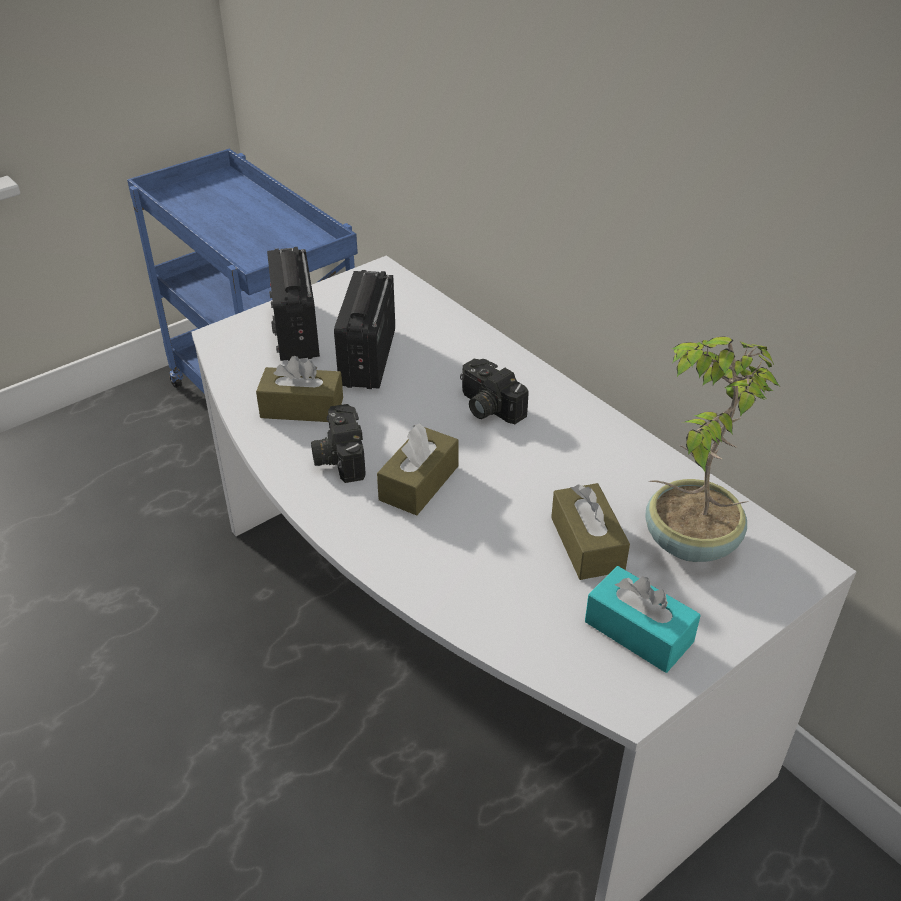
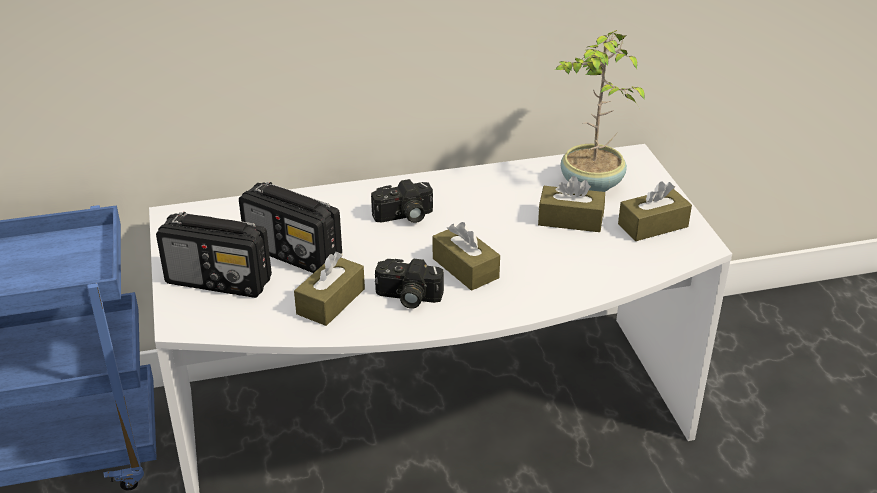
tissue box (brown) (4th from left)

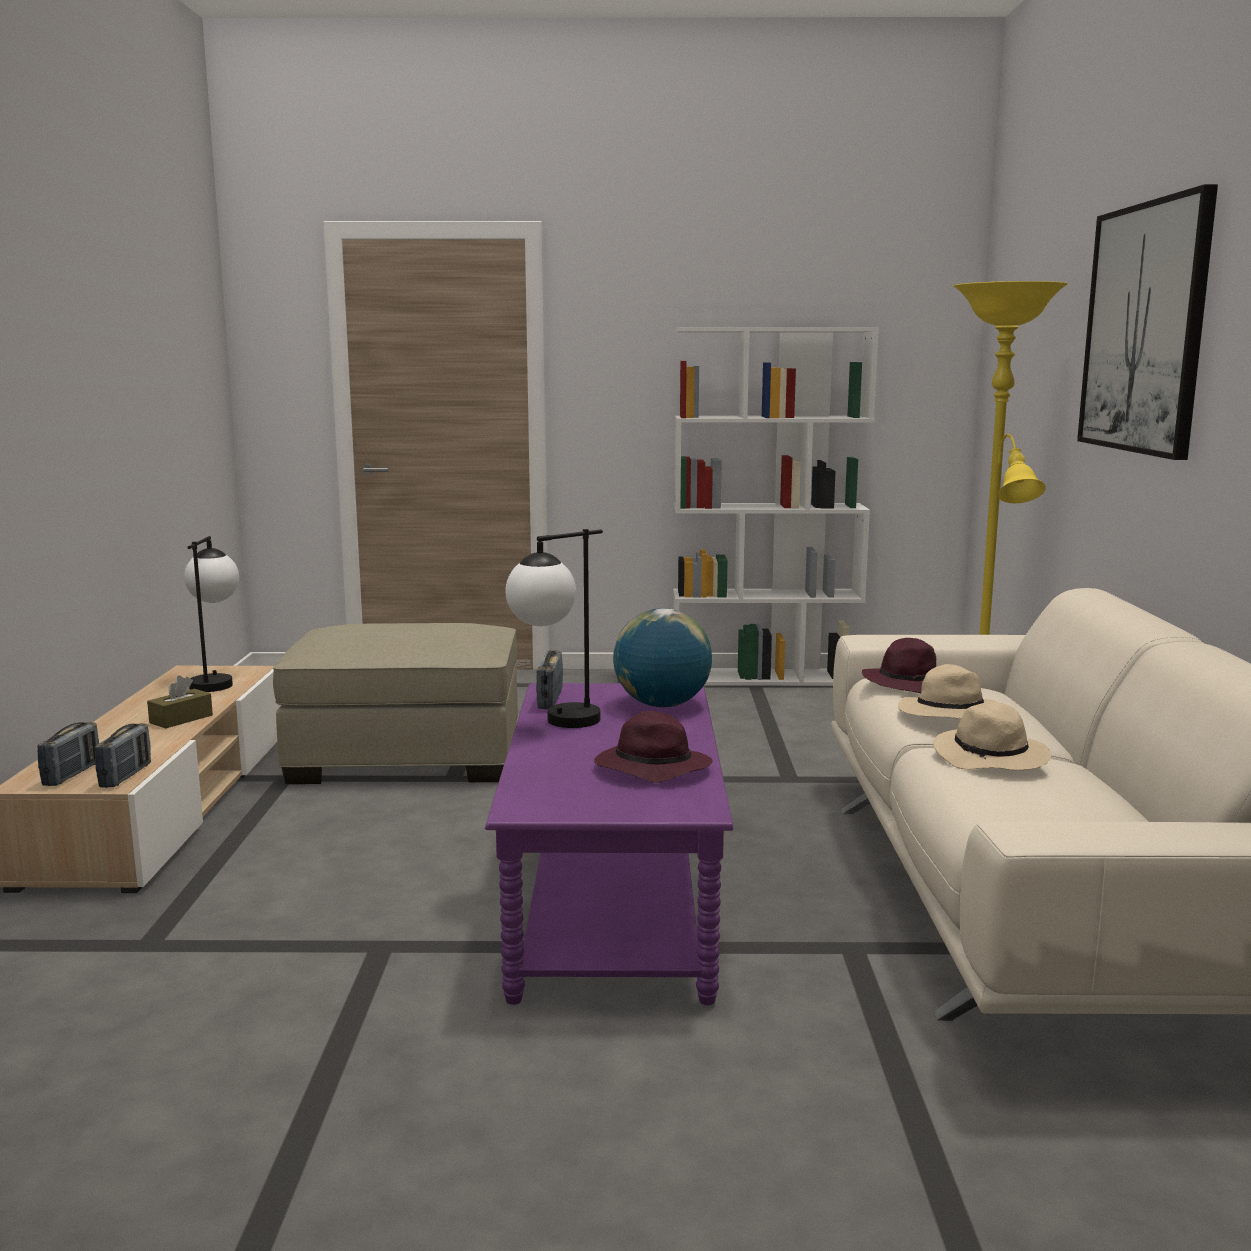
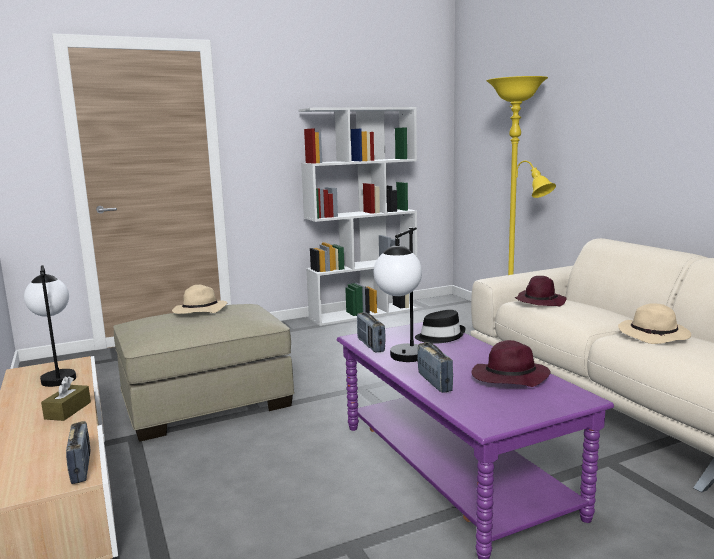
wall picture; radio (3rd from left); clothing hat (beige-coloured) (1st from left); clothing hat (black)

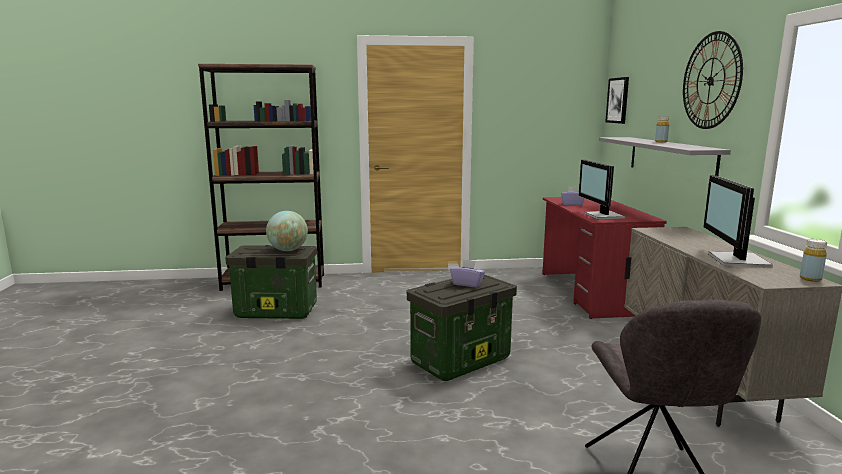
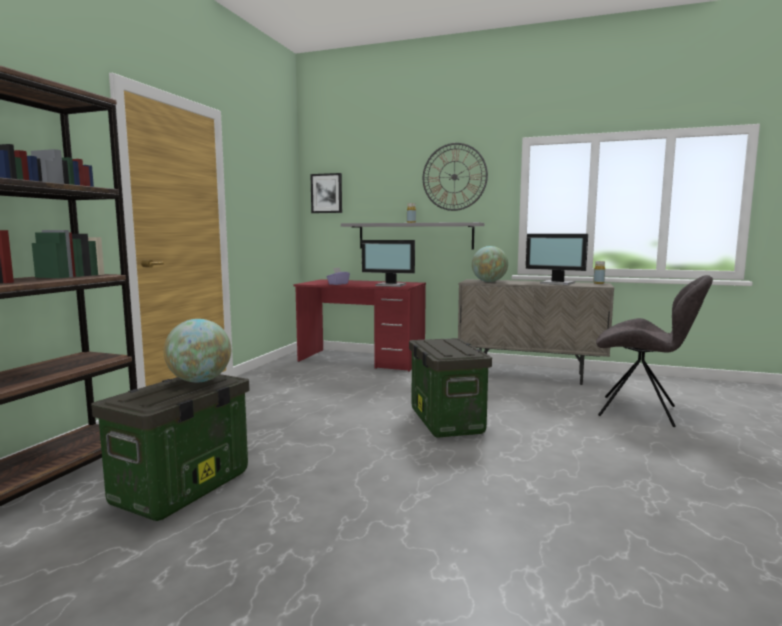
tissue box (purplish) (1st from left in the first image); desk globe (2nd from left)

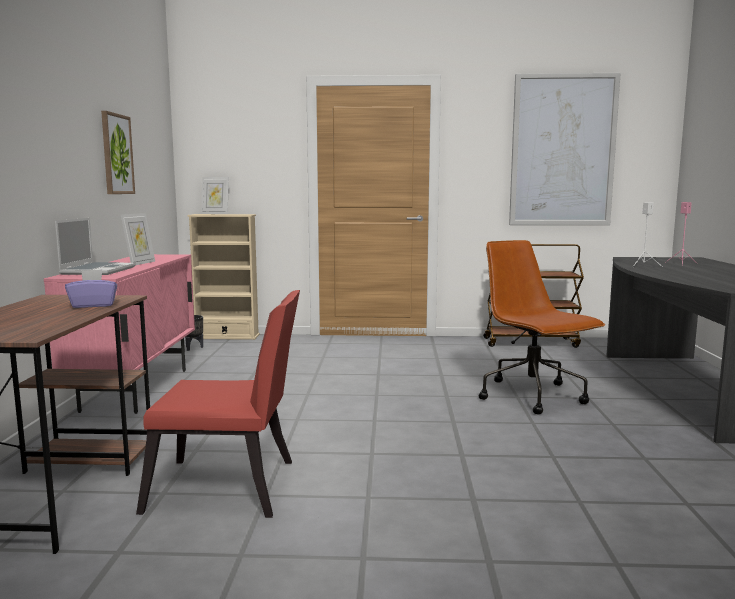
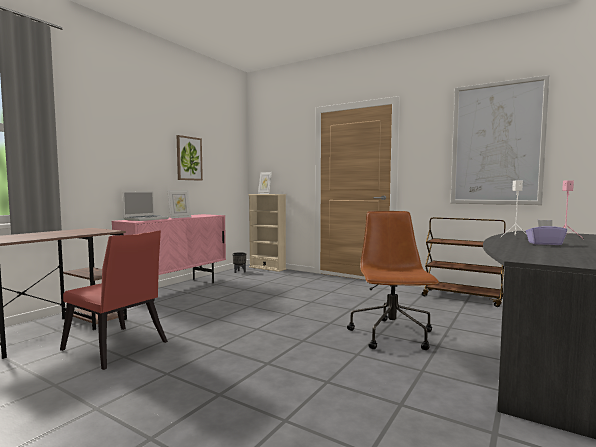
tissue box (purplish)

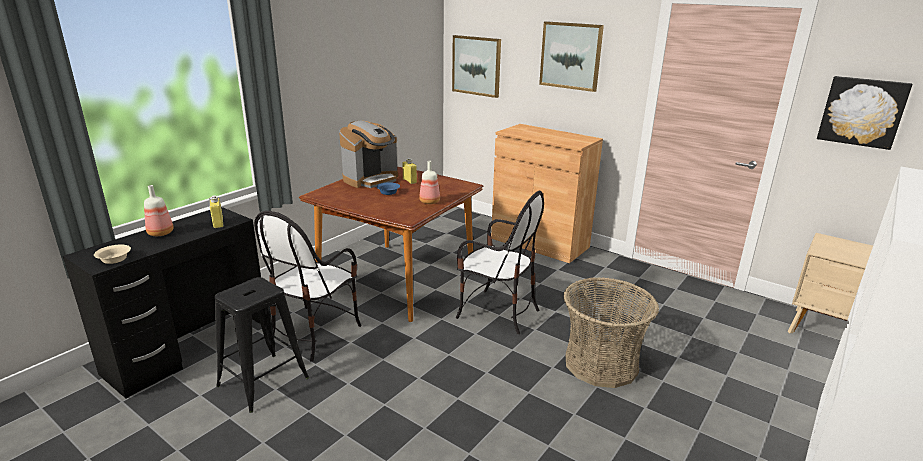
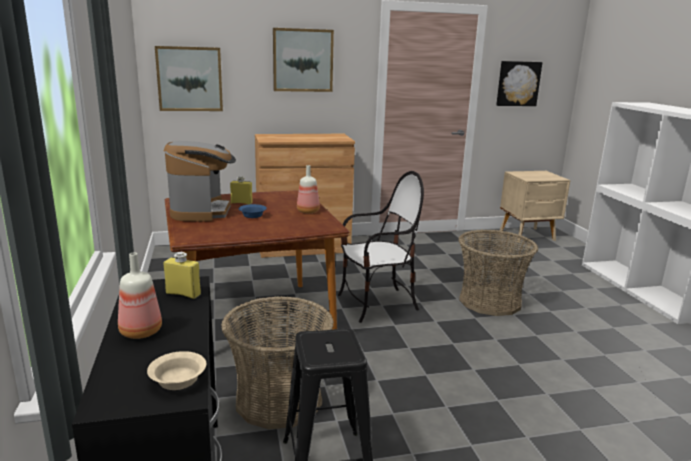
storage basket (1st from left)

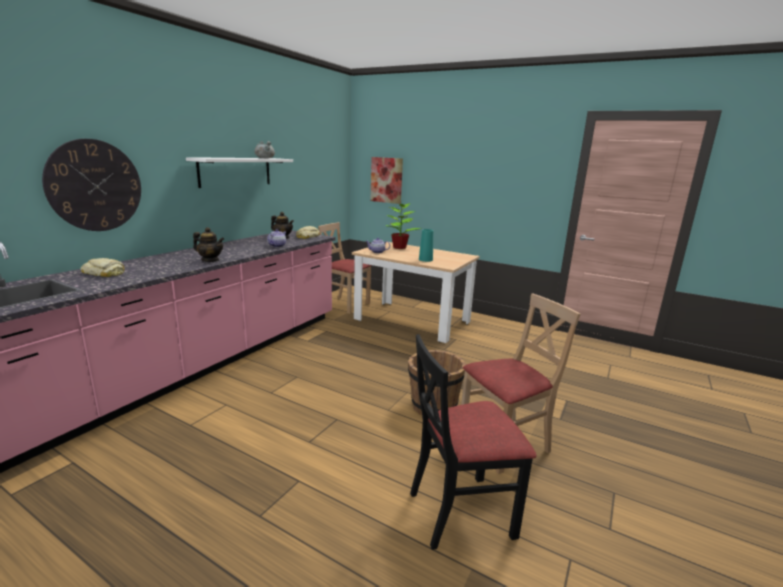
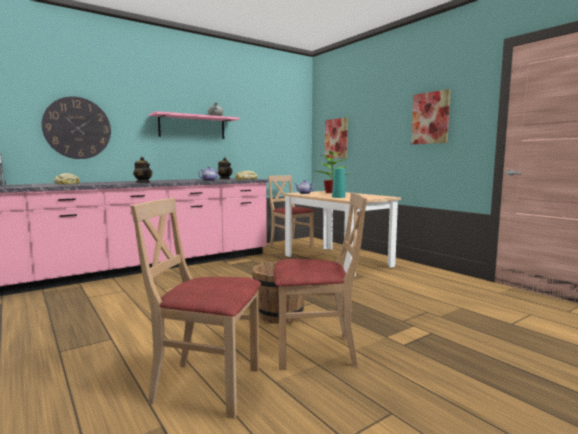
wall picture (2nd from left); bracket shelf (pink); upright chair (beige-coloured) (1st from left)

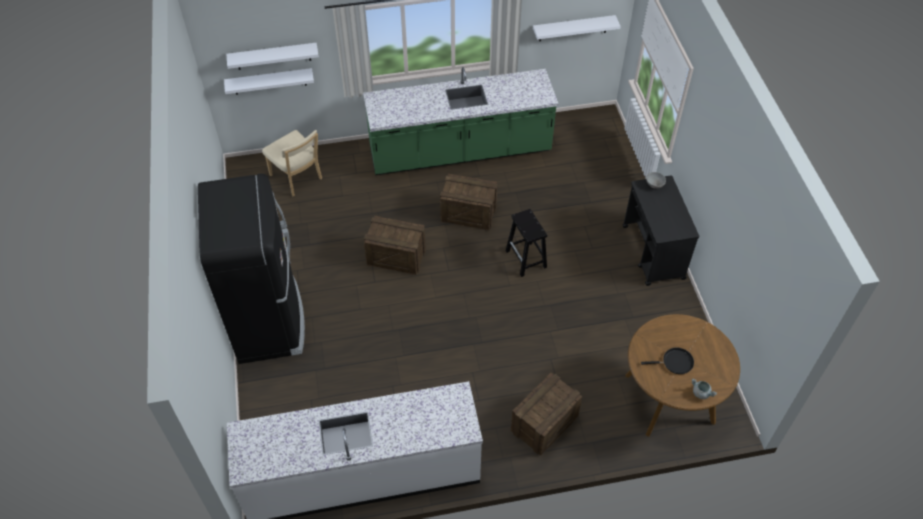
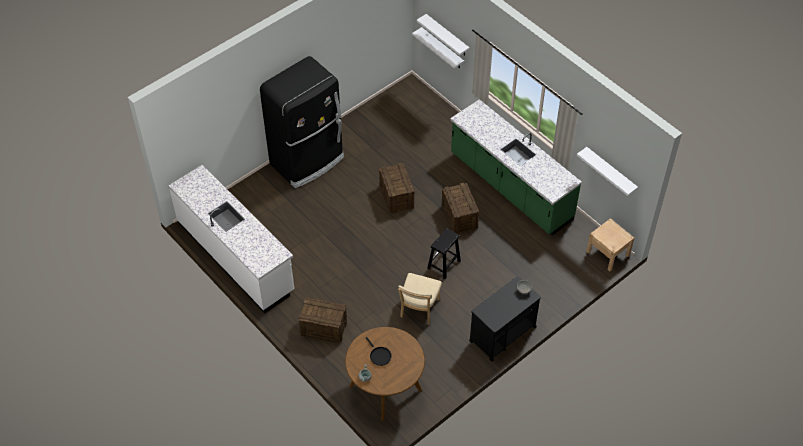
bedside table (beige-coloured); upright chair (beige-coloured)

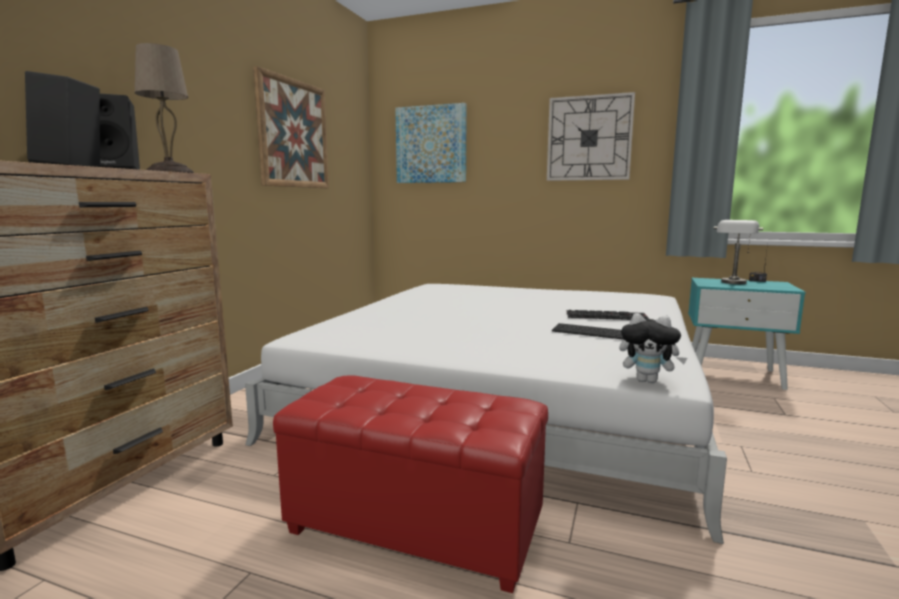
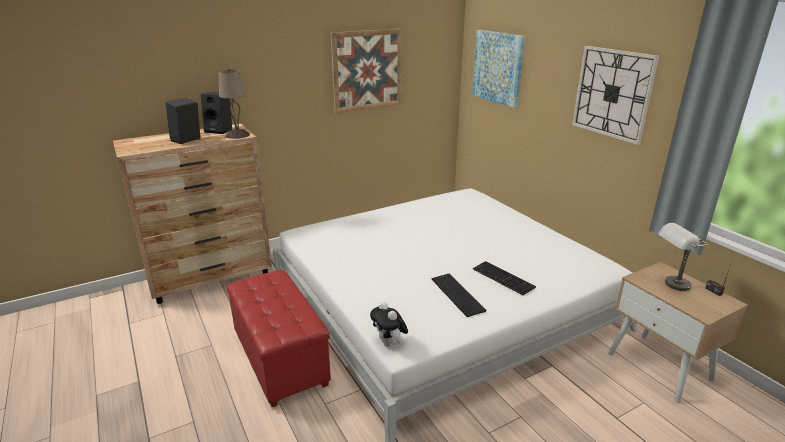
bedside table (beige-coloured)

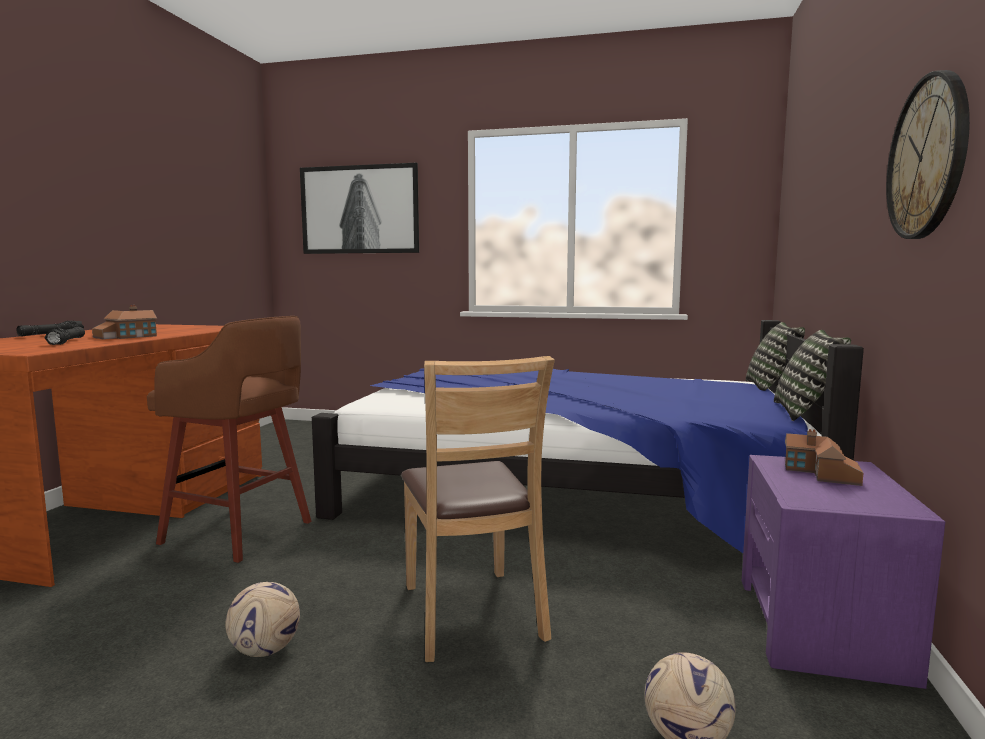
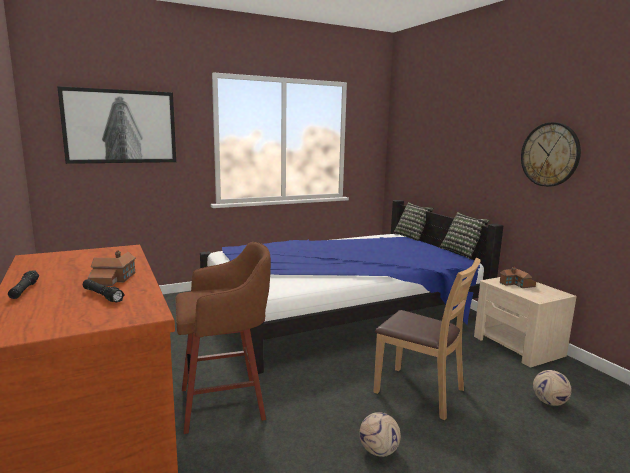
bedside table (beige-coloured)

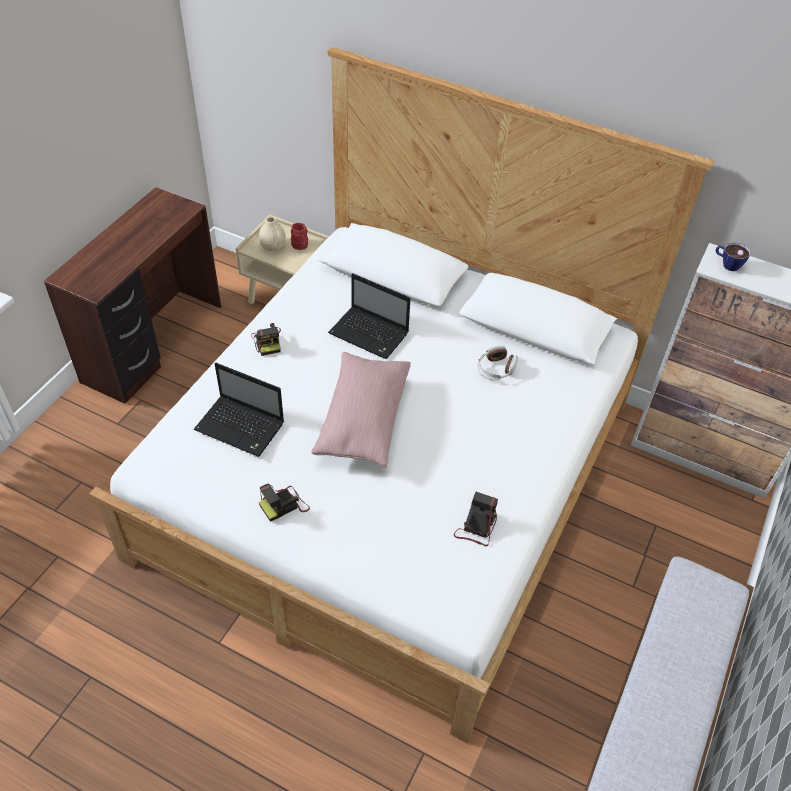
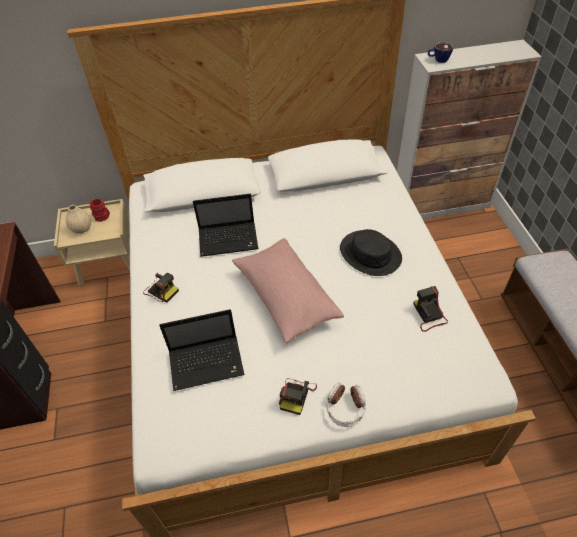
clothing hat (black); headset

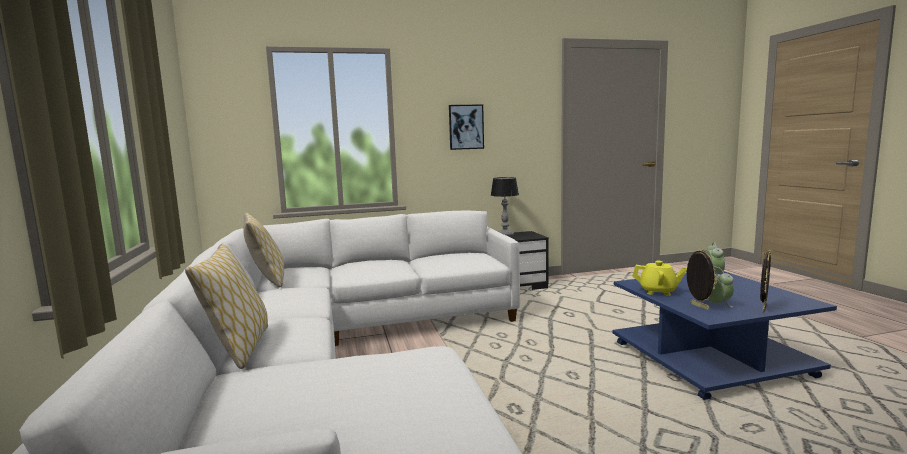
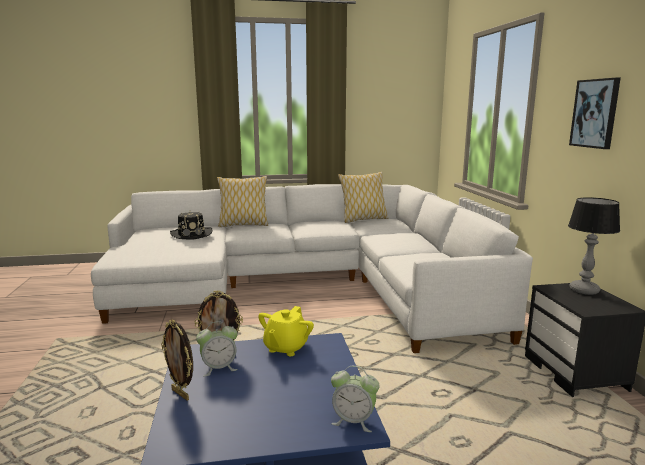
clothing hat (black)

